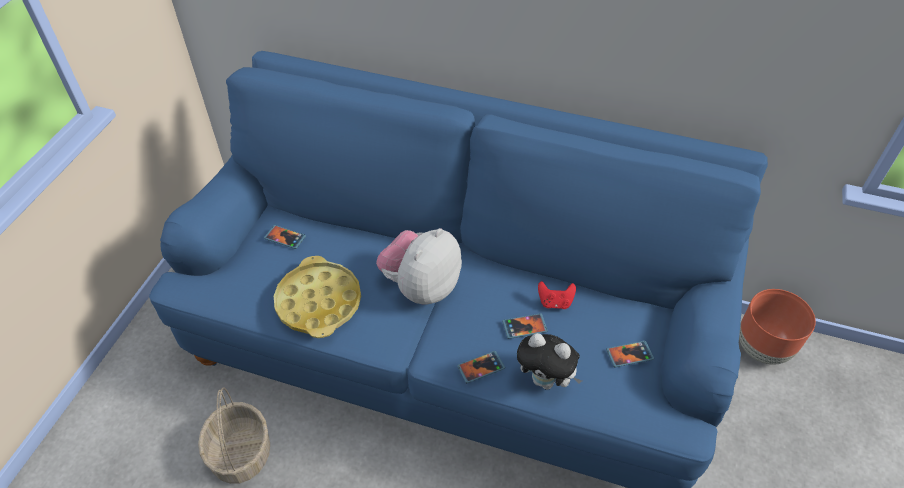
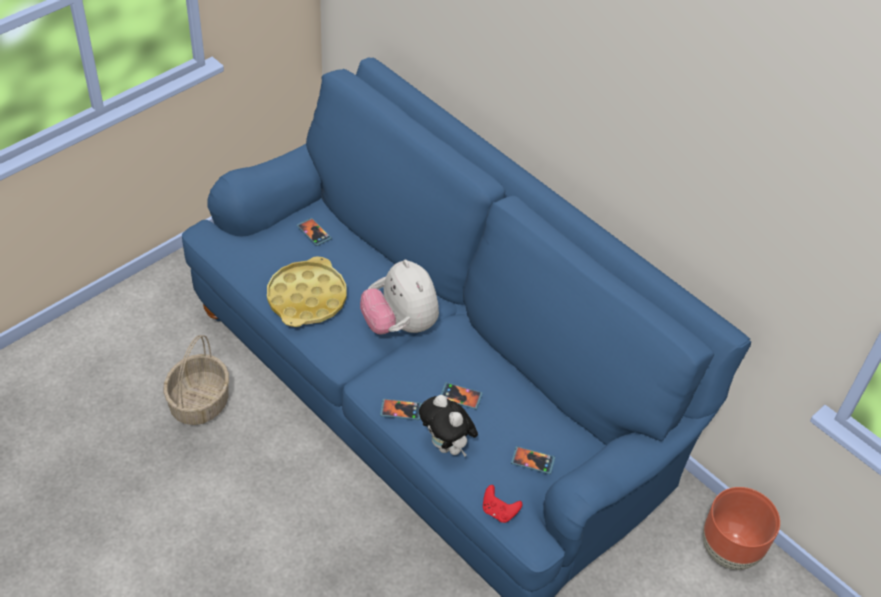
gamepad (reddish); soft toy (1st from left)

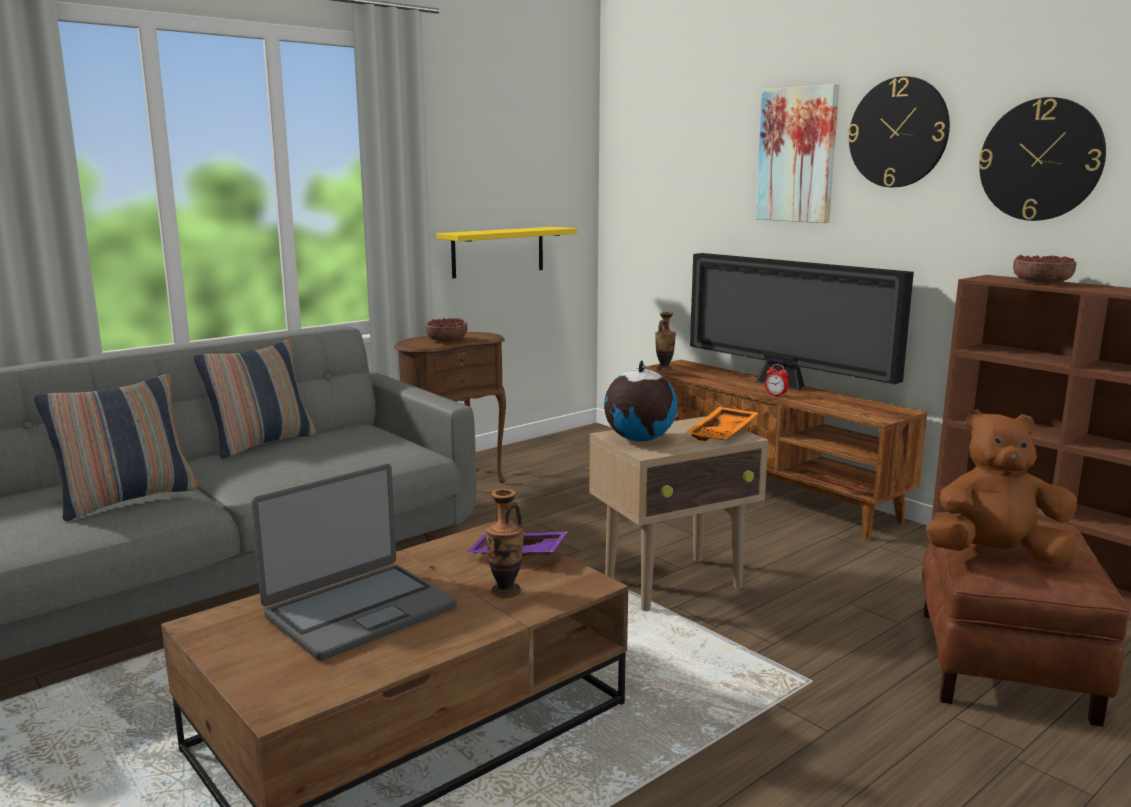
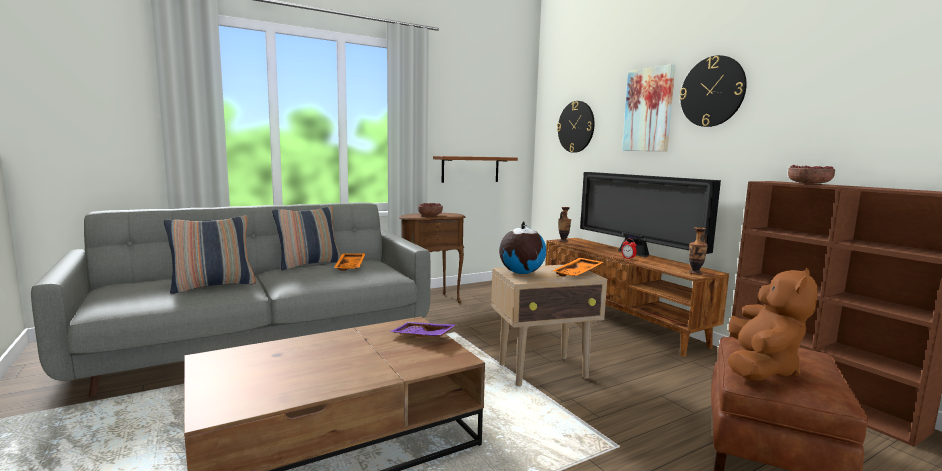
laptop; carrying tray (orange) (1st from left); vase (2nd from left); wall clock (1st from left); bracket shelf (brown); soft toy (brown)

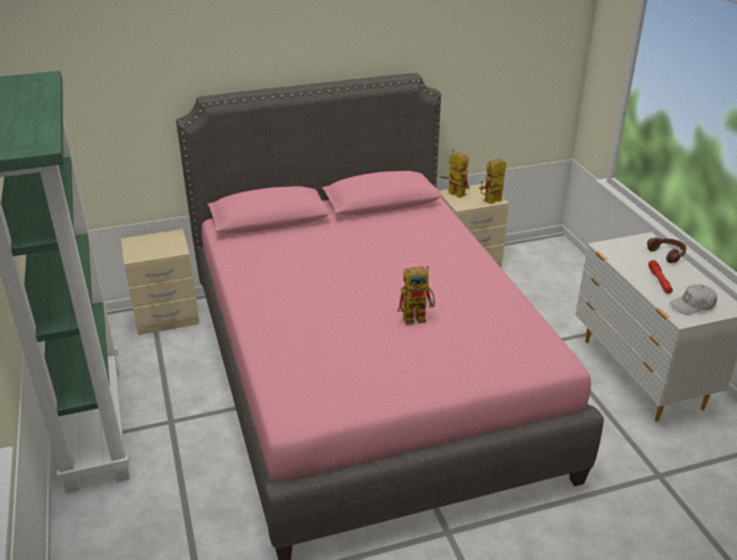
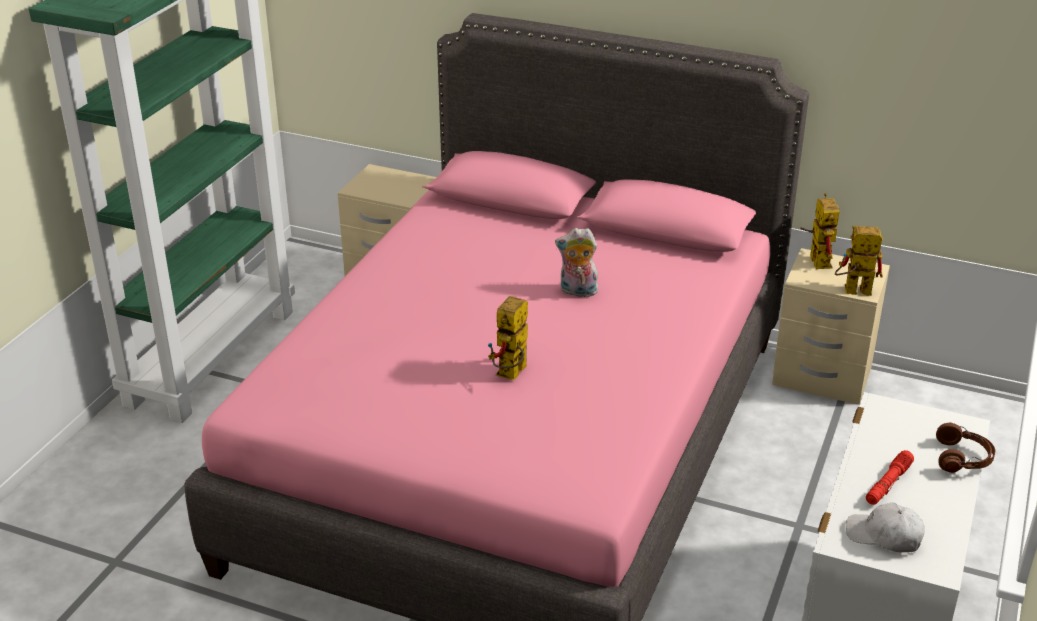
soft toy; model robot (1st from left)

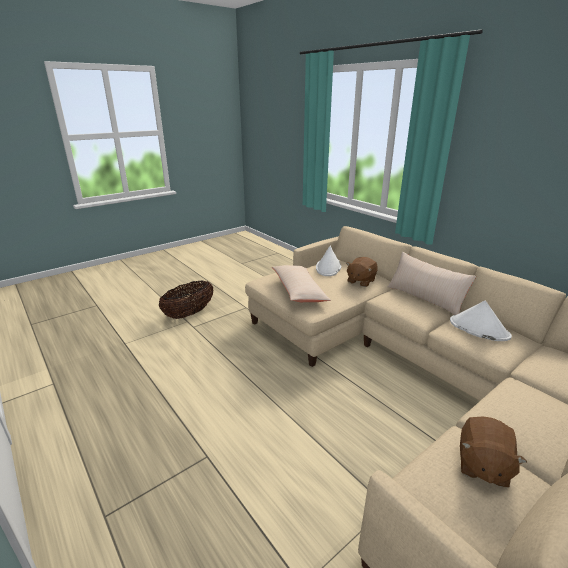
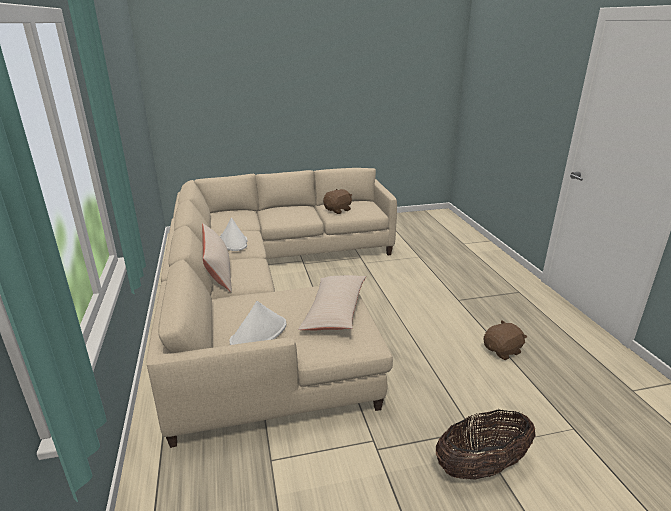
soft toy (brown) (2nd from left)

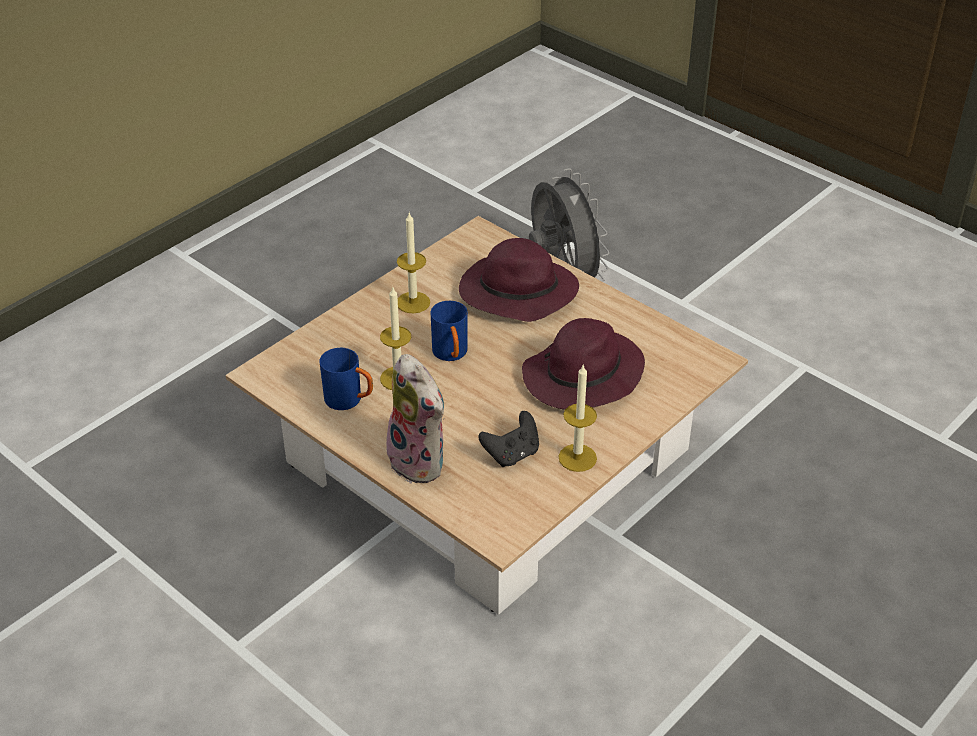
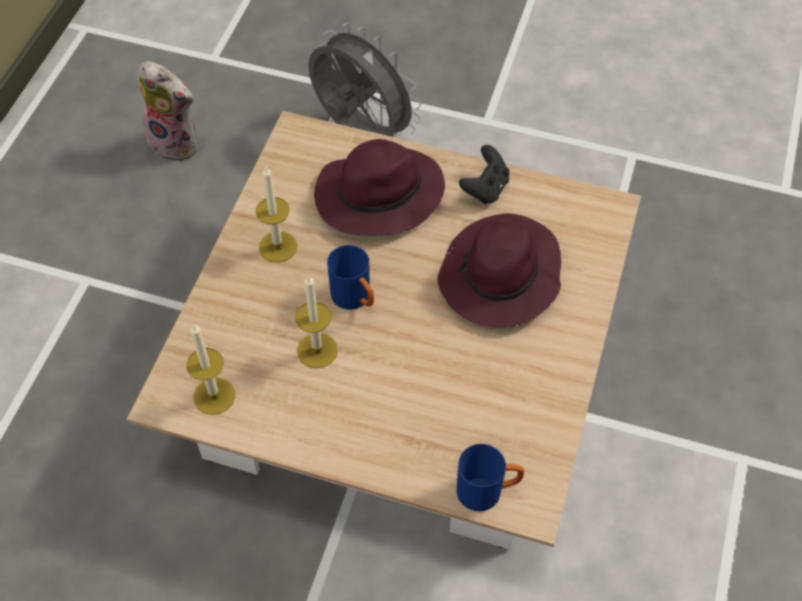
tea mug (blue-coloured) (2nd from left); soft toy; gamepad (black); wax candle (1st from left)

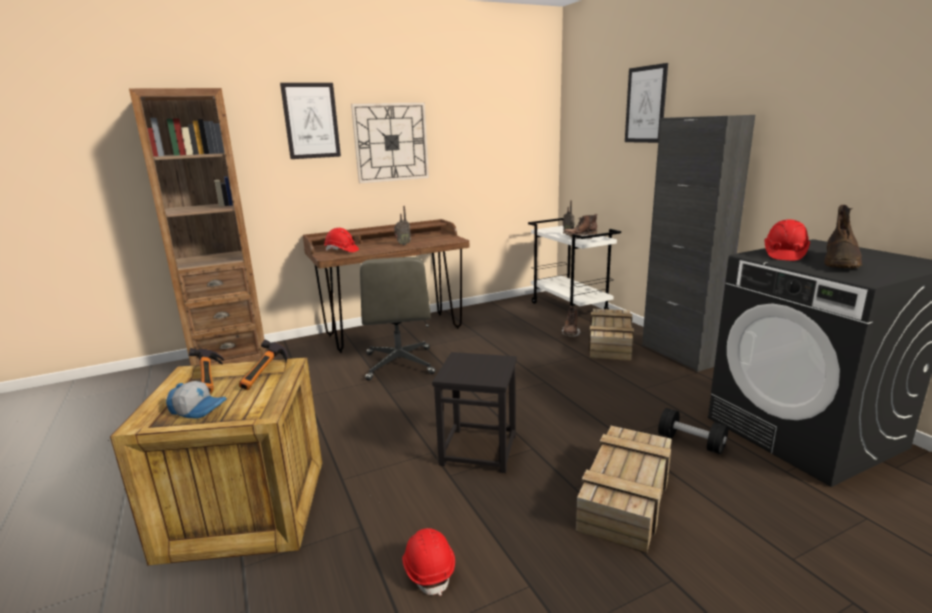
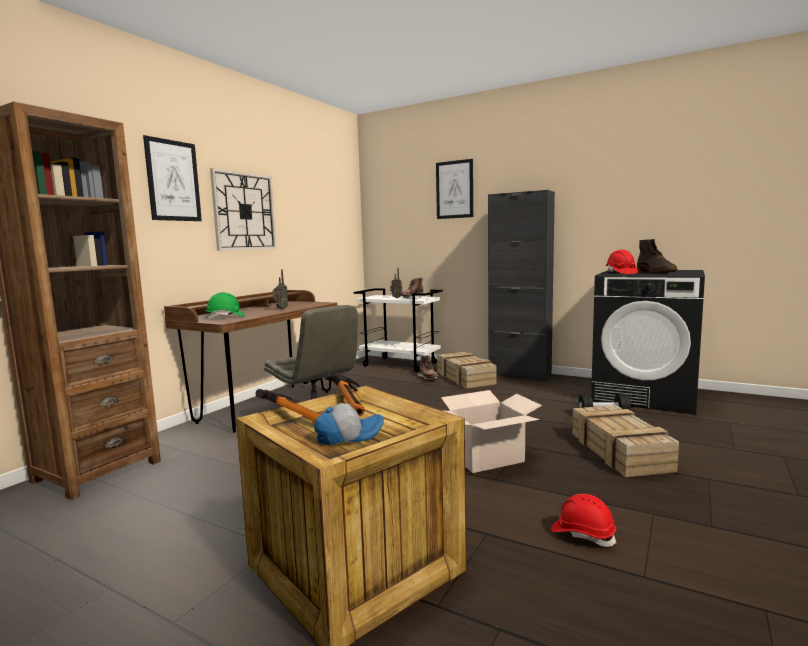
carton; hard hat (green-coloured)

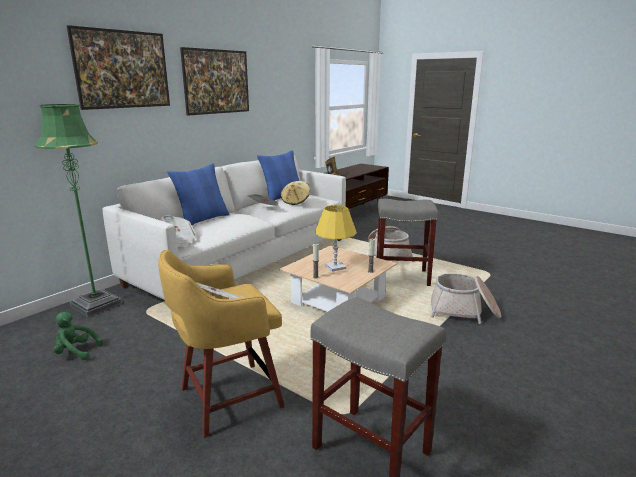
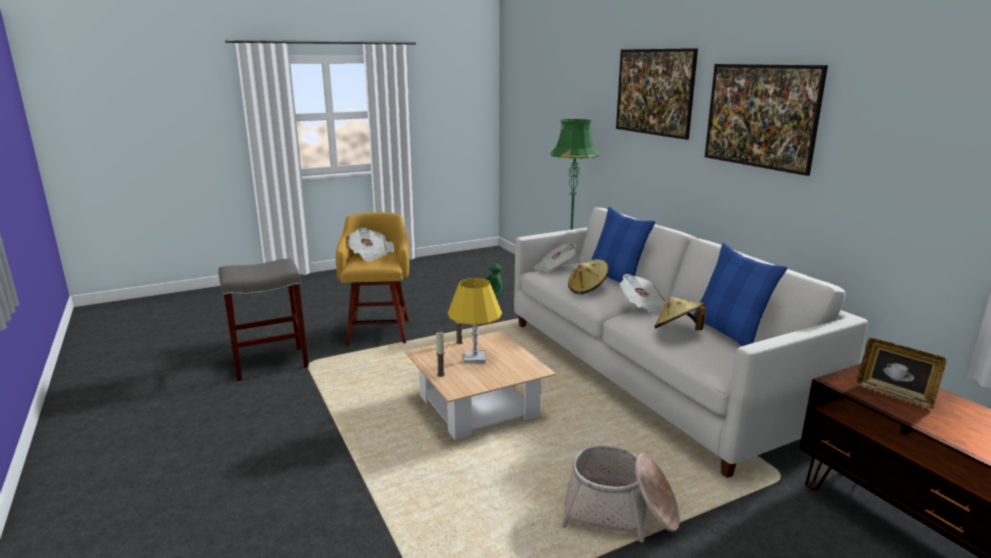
stool (gray) (2nd from left in the first image); storage basket (2nd from left in the first image); clothing hat (beige-coloured) (1st from left)

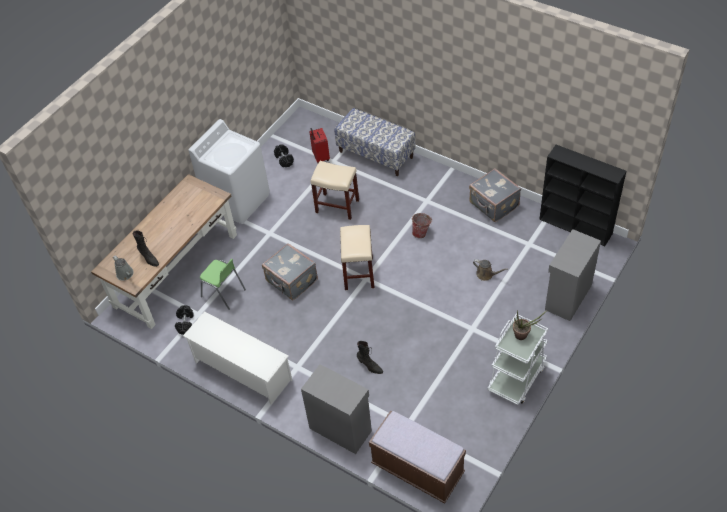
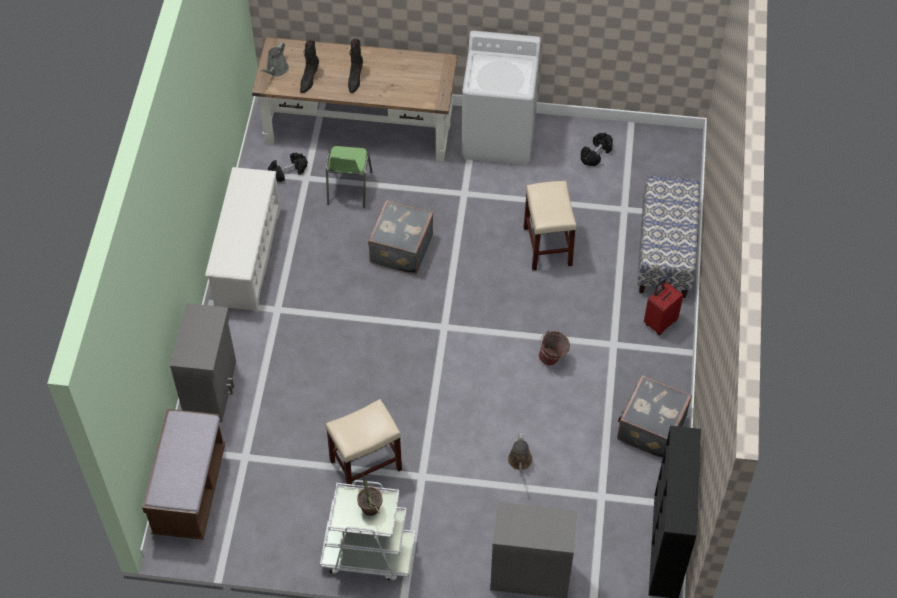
travel case (reddish); stool (beige-coloured) (1st from left); boot (black) (2nd from left)

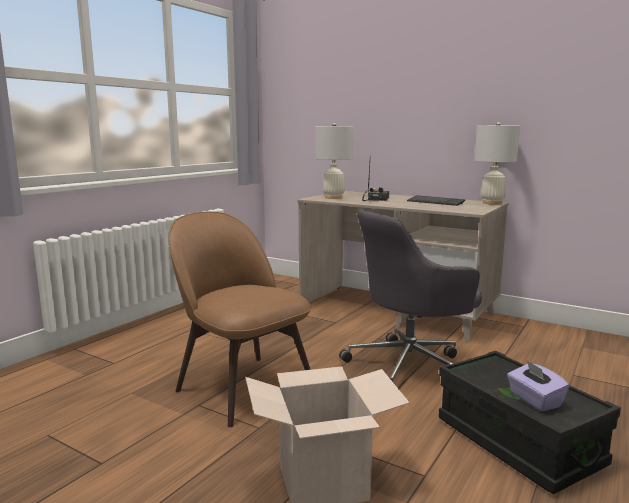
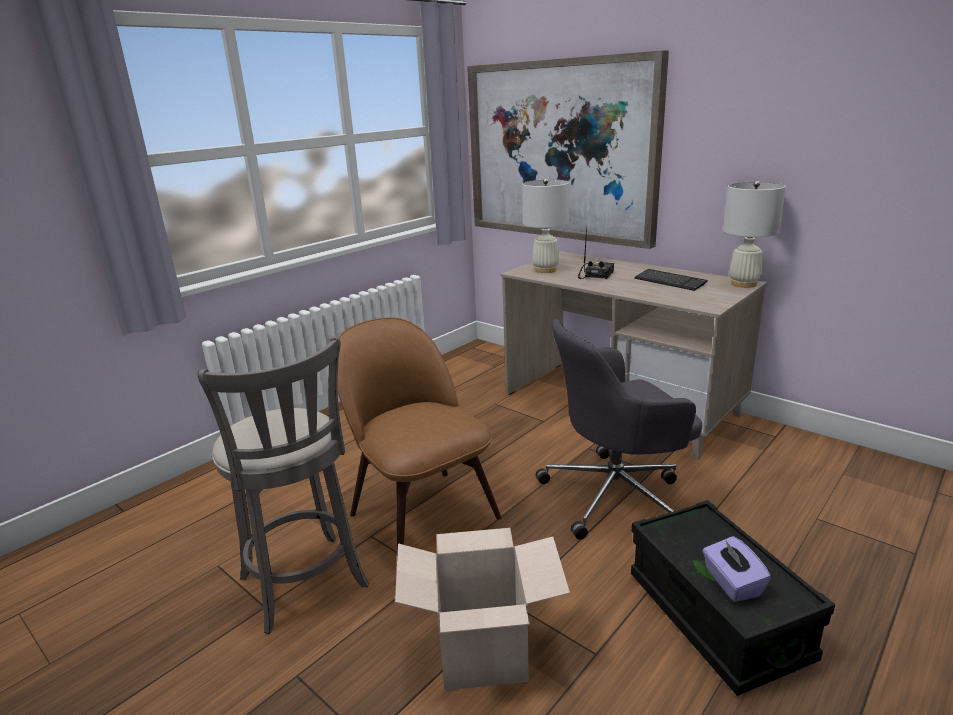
stool (gray); wall picture

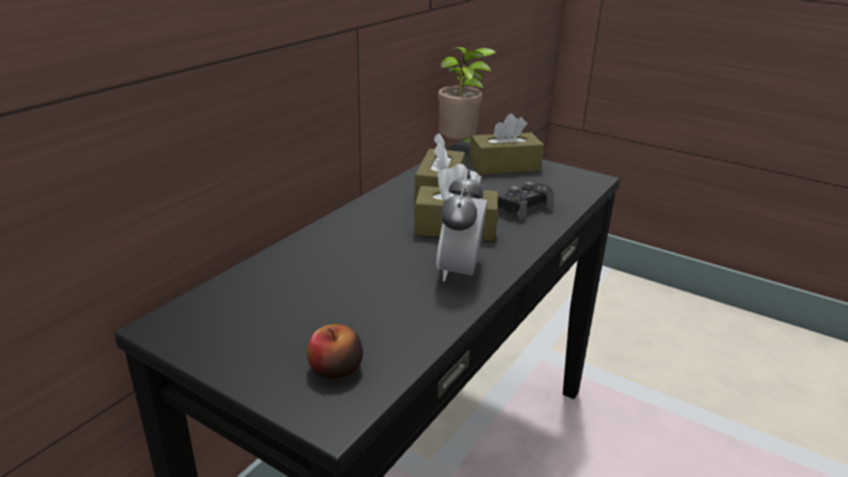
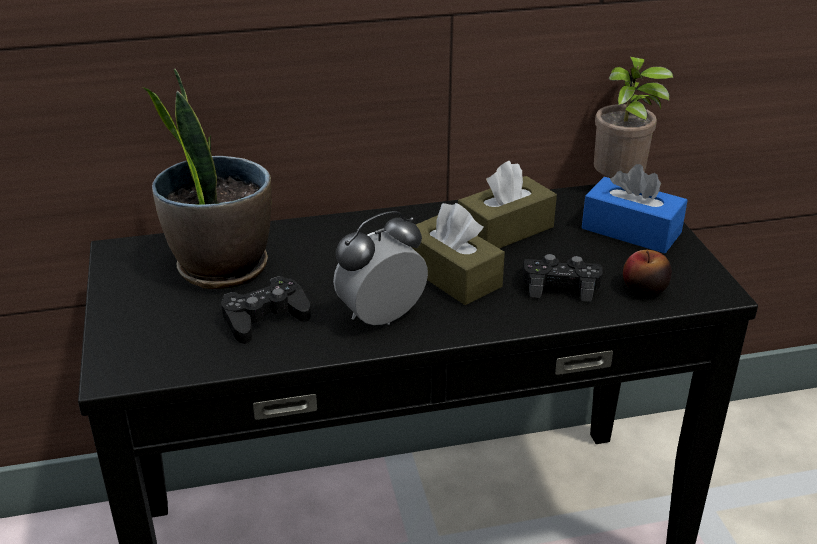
plant in a pot (1st from left); gamepad (black) (1st from left); whole apple; tissue box (blue-coloured)

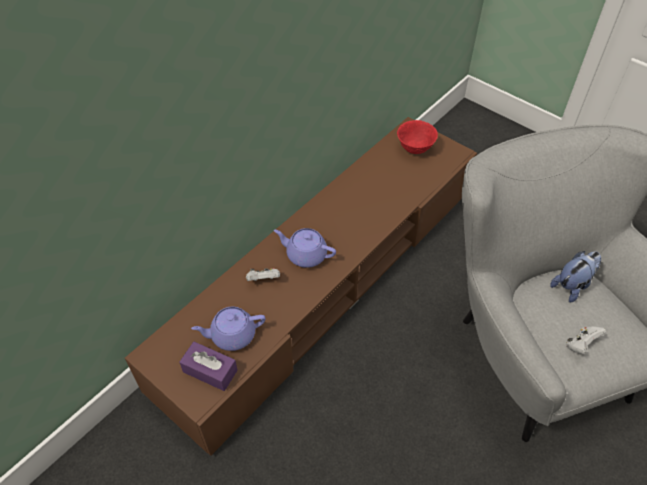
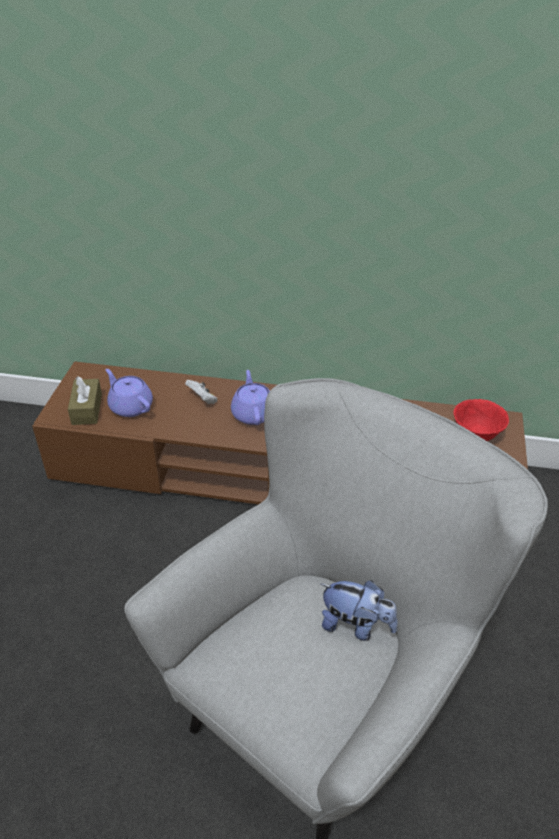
gamepad (white-coloured) (2nd from left in the first image); tissue box (brown)

